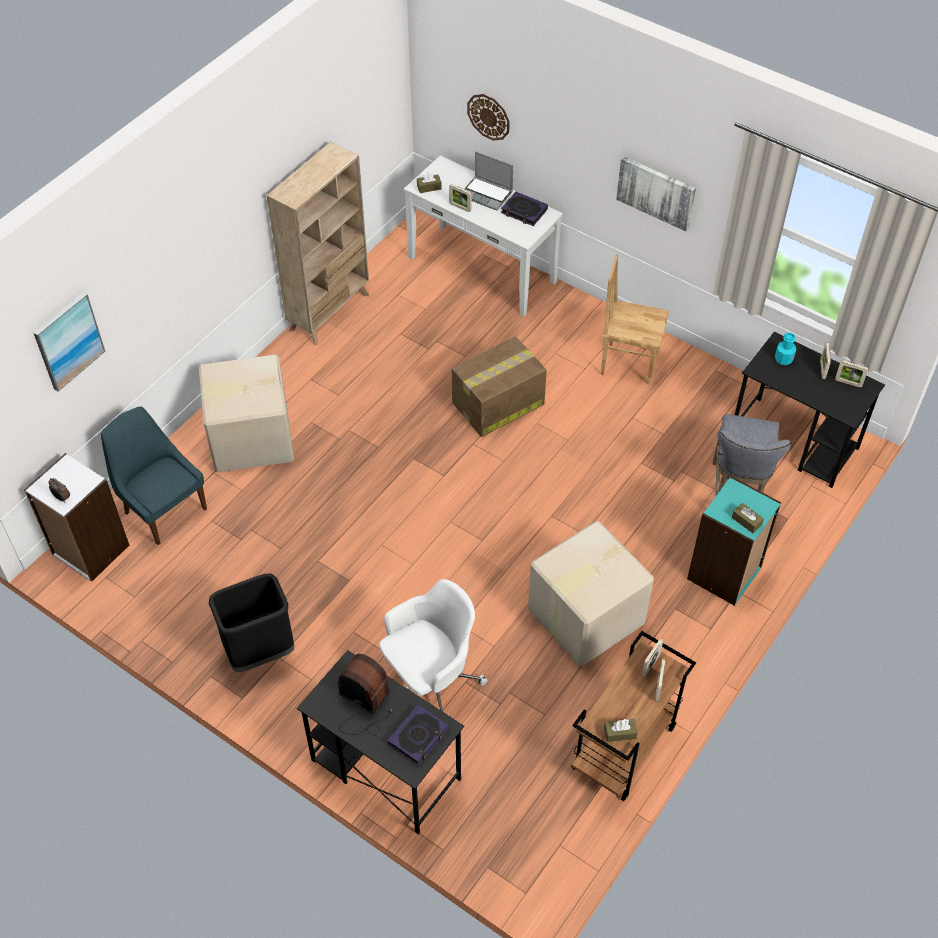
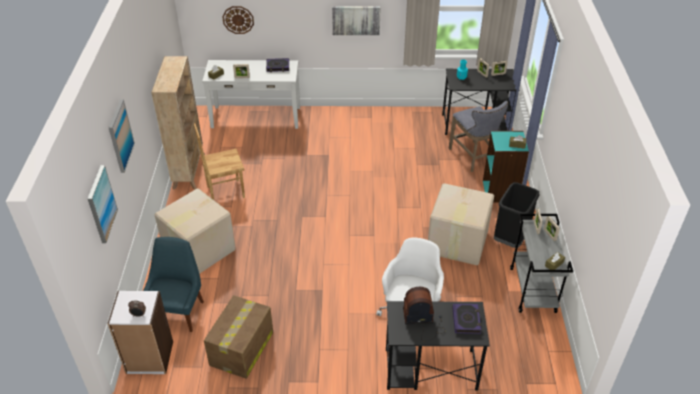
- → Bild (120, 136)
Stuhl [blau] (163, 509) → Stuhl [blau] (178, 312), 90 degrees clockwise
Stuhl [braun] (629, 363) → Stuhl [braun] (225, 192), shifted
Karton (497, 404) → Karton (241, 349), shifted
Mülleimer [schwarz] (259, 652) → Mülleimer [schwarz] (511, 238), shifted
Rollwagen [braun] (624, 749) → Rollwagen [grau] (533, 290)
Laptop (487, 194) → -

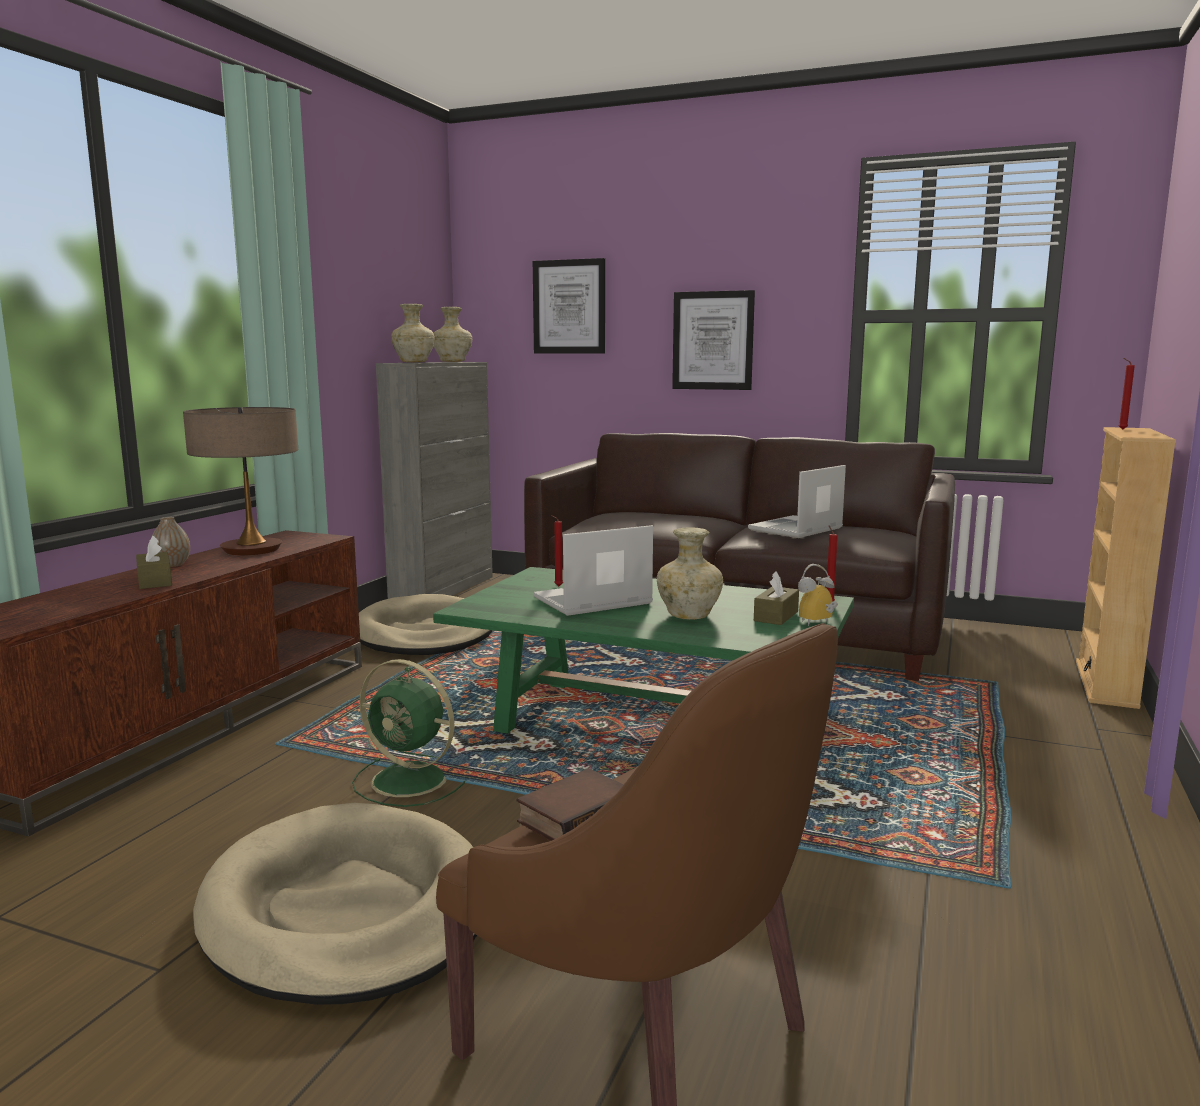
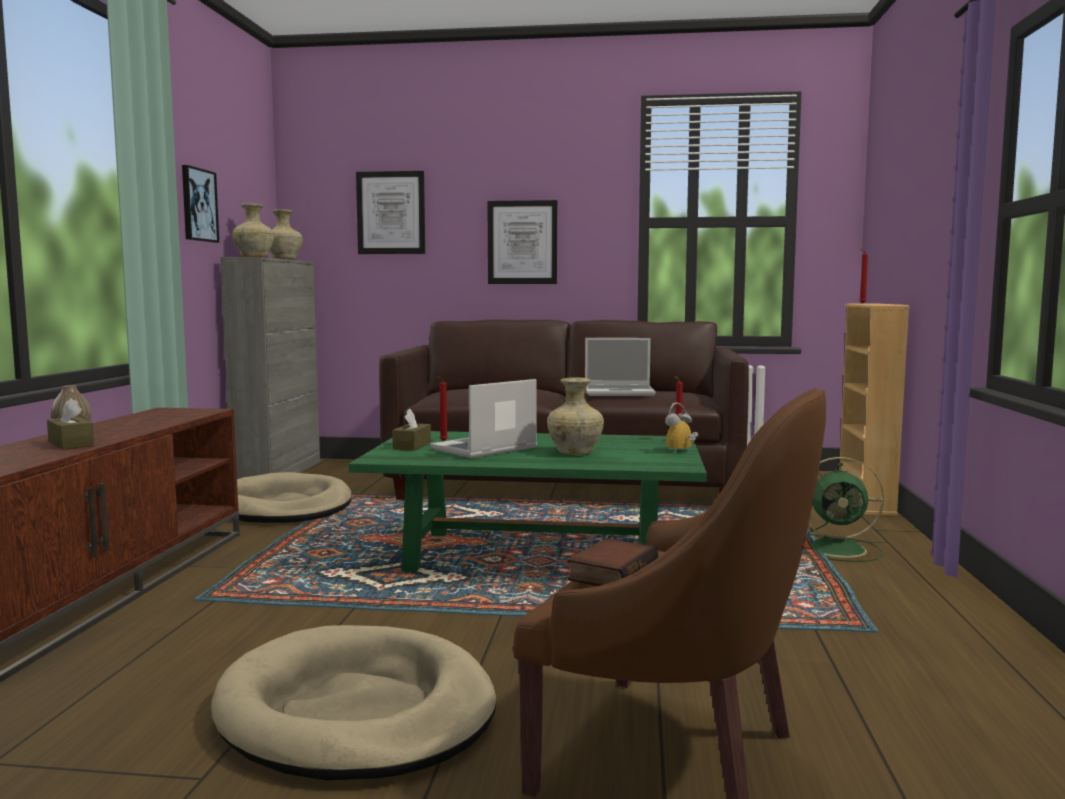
- → Bild (198, 205)
Taschentuchbox [braun] (776, 616) → Taschentuchbox [braun] (412, 446), shifted
Laptop (796, 529) → Laptop (620, 393), 120 degrees counterclockwise
Ventilator [grün] (412, 781) → Ventilator [grün] (840, 549), shifted
Tischlampe (251, 550) → -

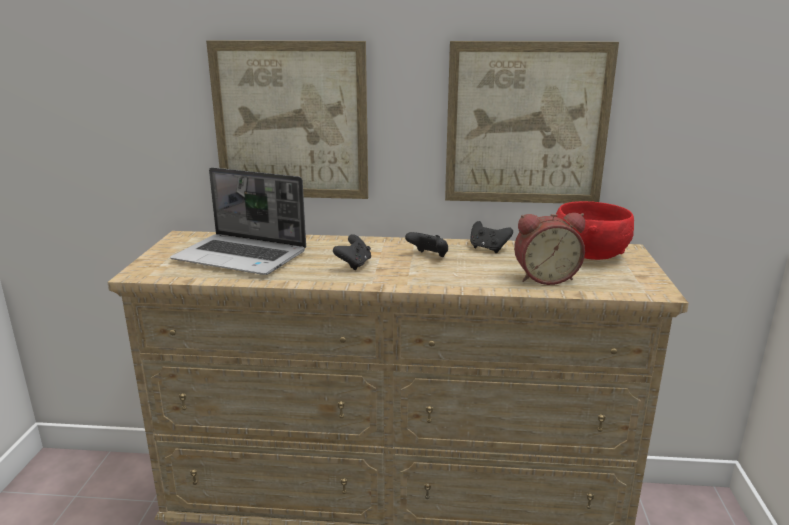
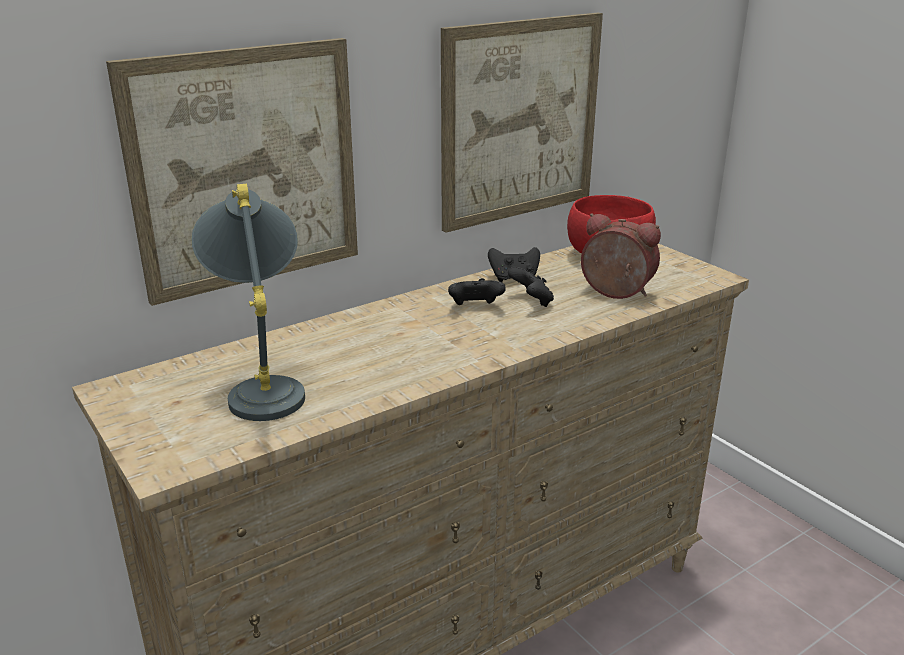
Laptop (242, 257) → Tischlampe [grau] (264, 386)
Gamepad [schwarz] (354, 265) → Gamepad [schwarz] (531, 302), shifted
Wecker (545, 277) → Wecker (615, 294), 105 degrees counterclockwise

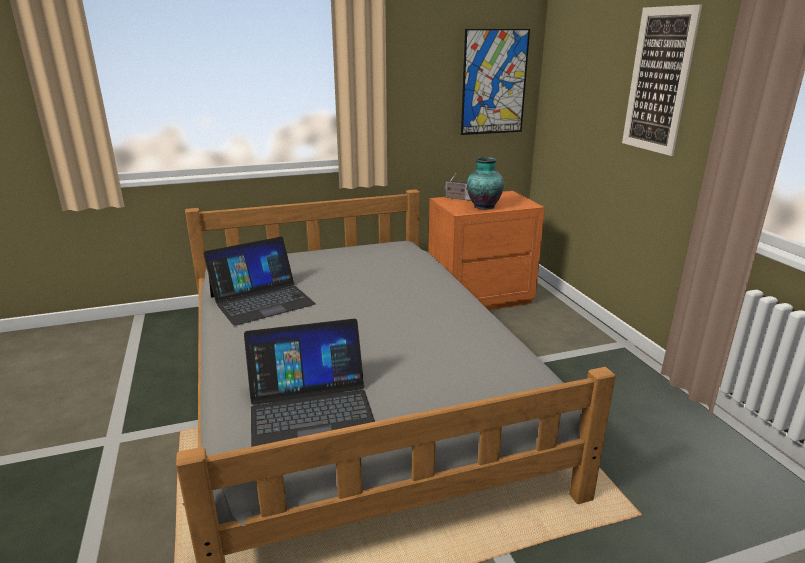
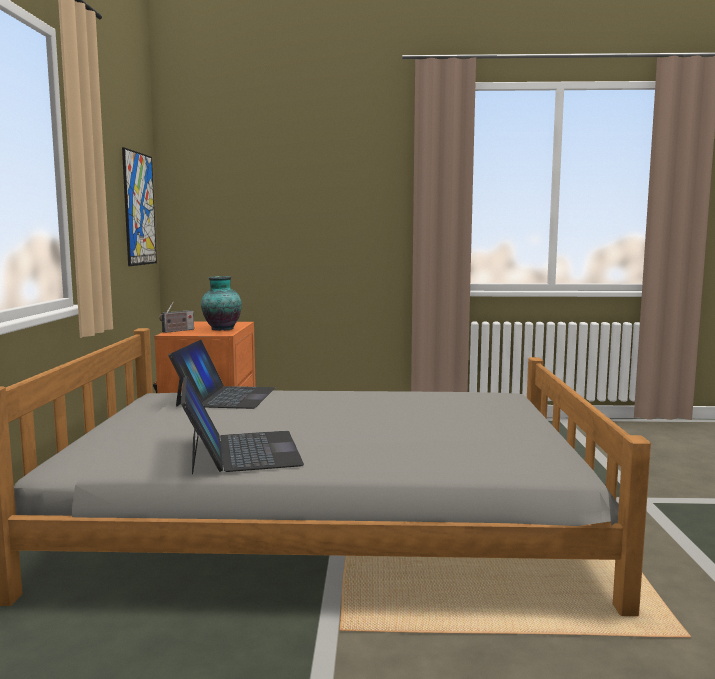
Laptop (311, 409) → Laptop (225, 397), shifted
Bild (658, 81) → -

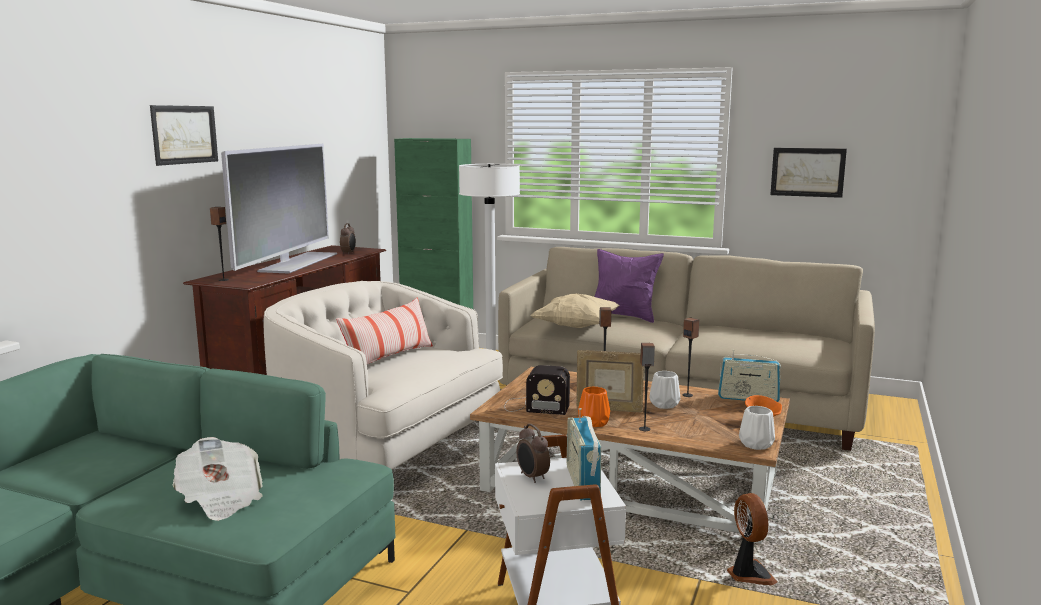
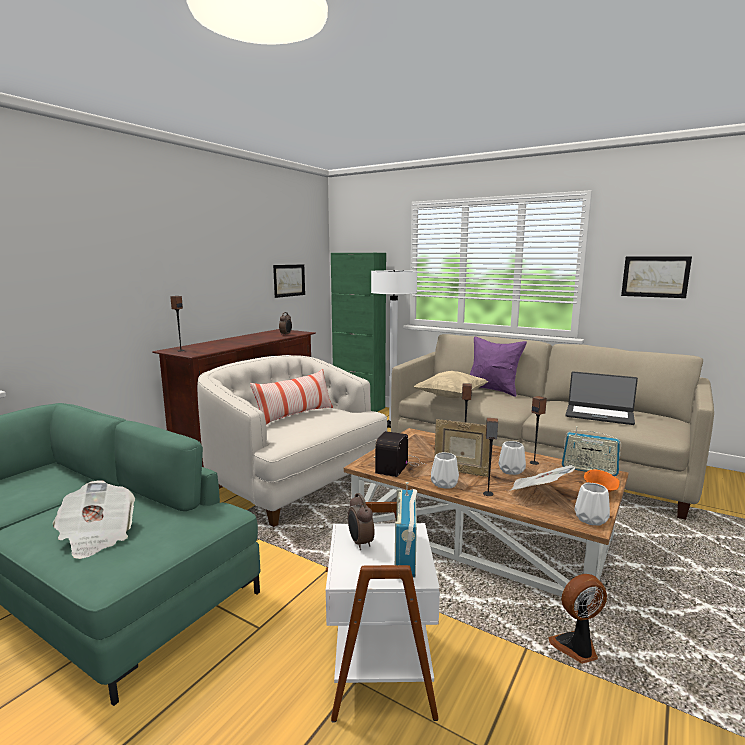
Bild (184, 134) → Bild (289, 280), shifted
Radio (534, 406) → Radio (398, 464), 90 degrees clockwise
Vase [orange] (594, 422) → Vase [weiß] (445, 484)
- → Zeitung (539, 493)
Ventilator (749, 574) → Ventilator (576, 648), 105 degrees counterclockwise
- → Laptop (599, 415)
Fernseher (297, 262) → -

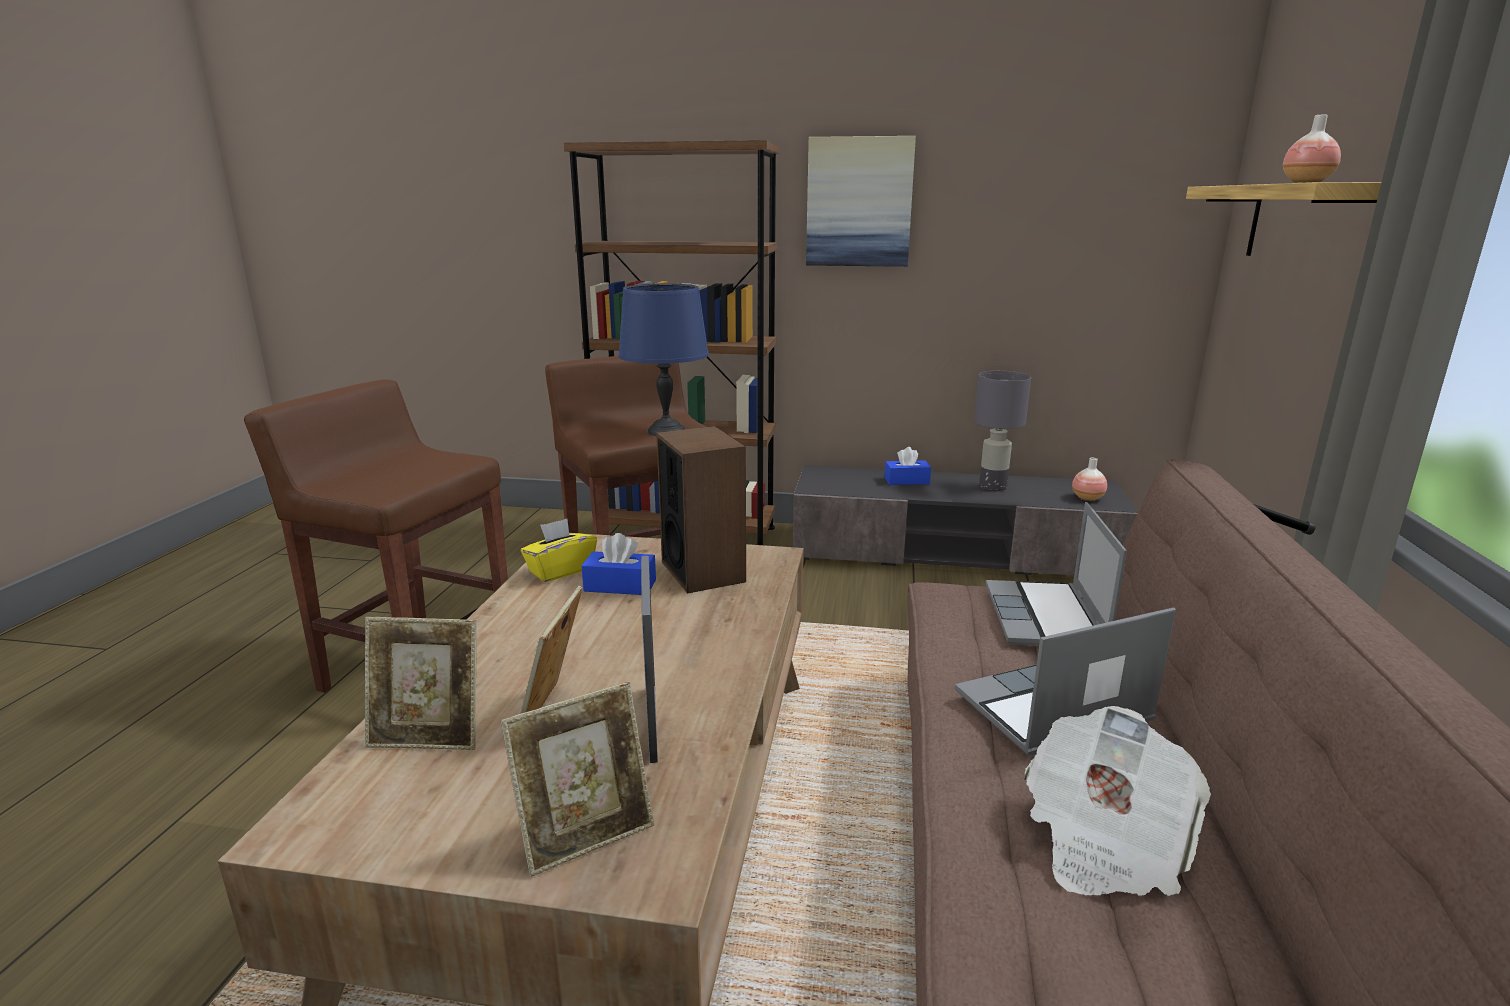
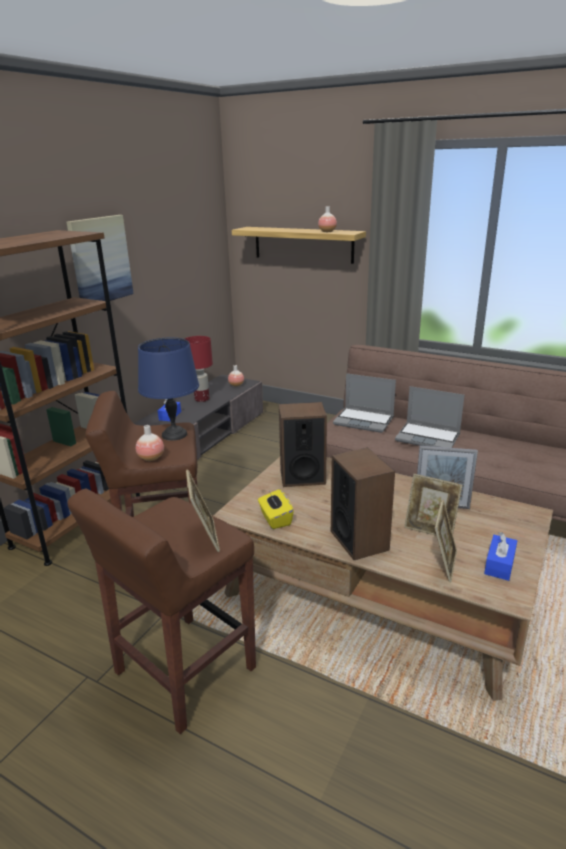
- → Vase (151, 458)
Tischlampe [grau] (992, 487) → Tischlampe [rot] (201, 399)
Bilderrahmen (586, 835) → Bilderrahmen (205, 536), shifted
- → Lautsprecher (359, 540)
Laptop (1052, 710) → Laptop (428, 437), 60 degrees counterclockwise
Taschentuchbox [blau] (620, 586) → Taschentuchbox [blau] (499, 564), shifted
Zeitung (1104, 839) → -

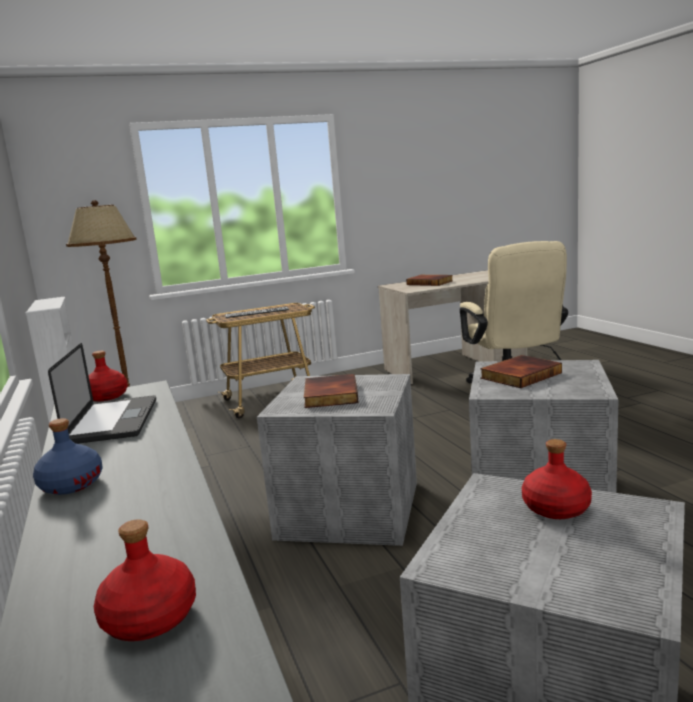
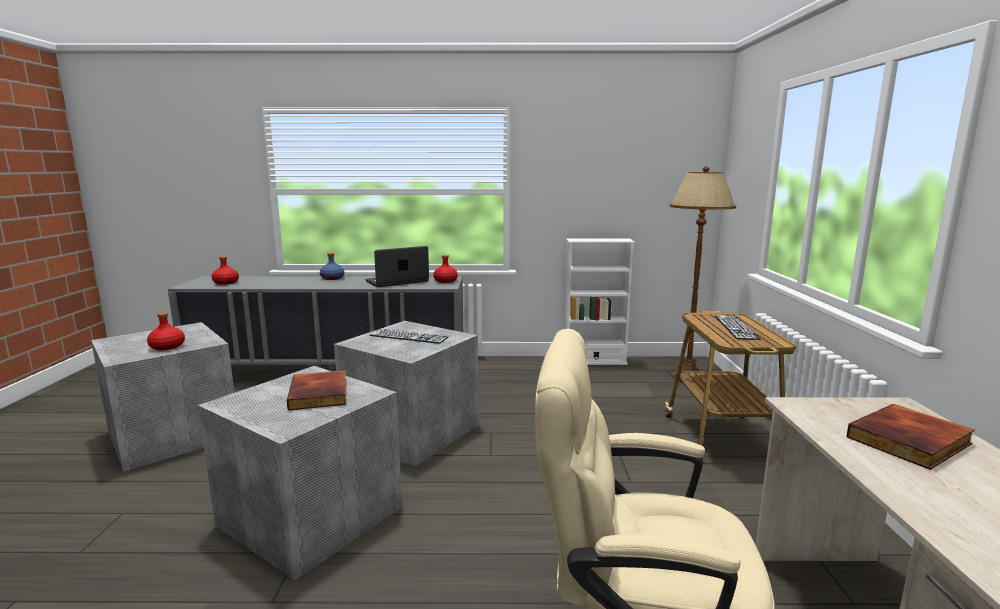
Laptop (113, 421) → Laptop (397, 281), 135 degrees clockwise
Buch (329, 395) → Tastatur (409, 336)

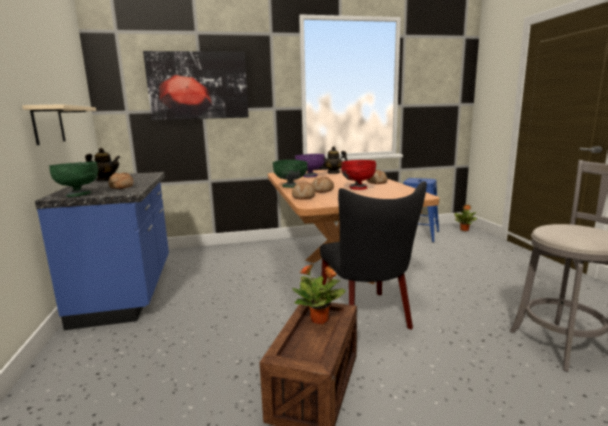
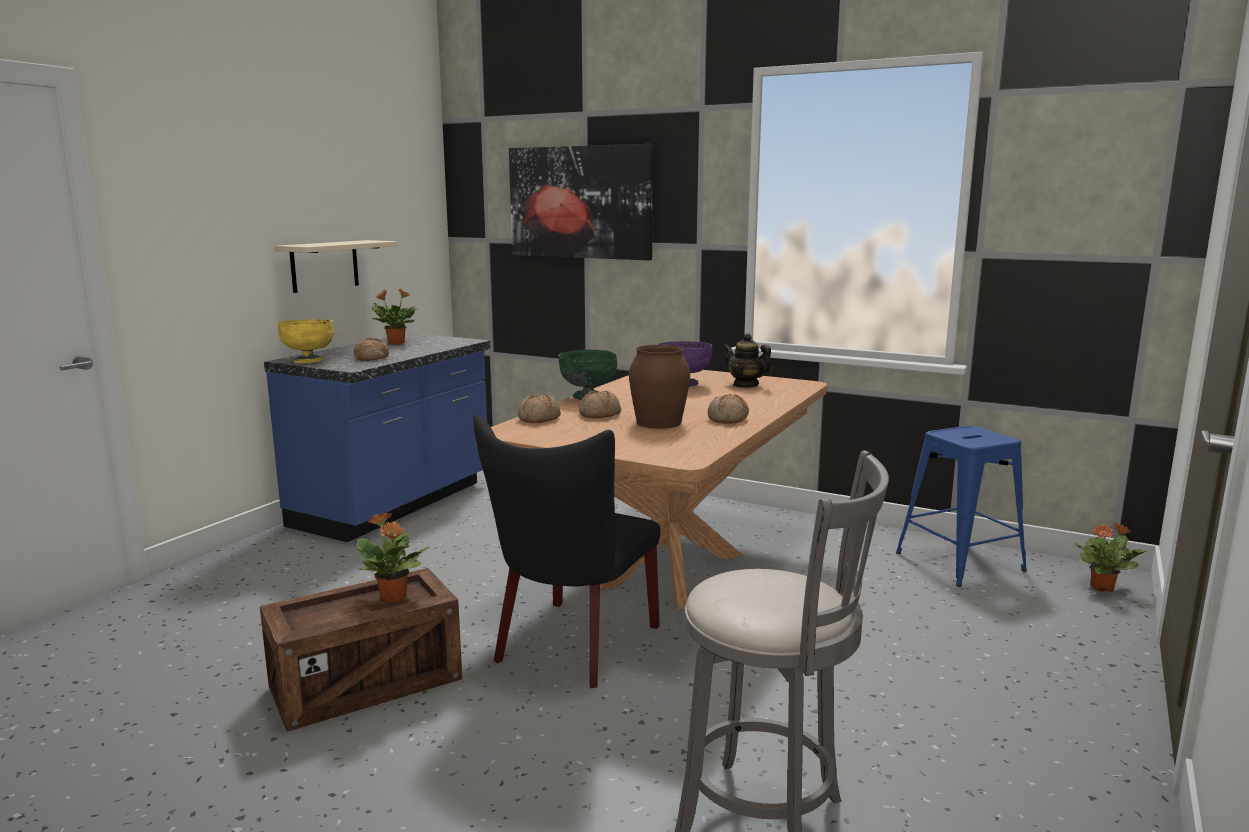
Schüssel [grün] (79, 195) → Schüssel [gelb] (309, 361)
Teekanne (105, 180) → Topfpflanze (395, 343)
Schüssel [rot] (358, 188) → Vase [braun] (659, 422)

